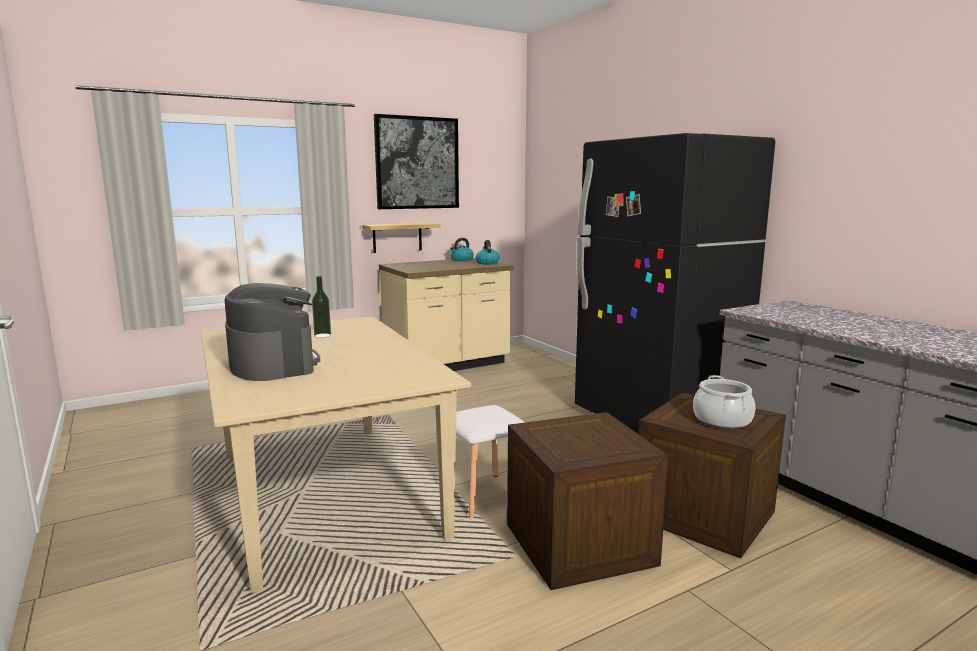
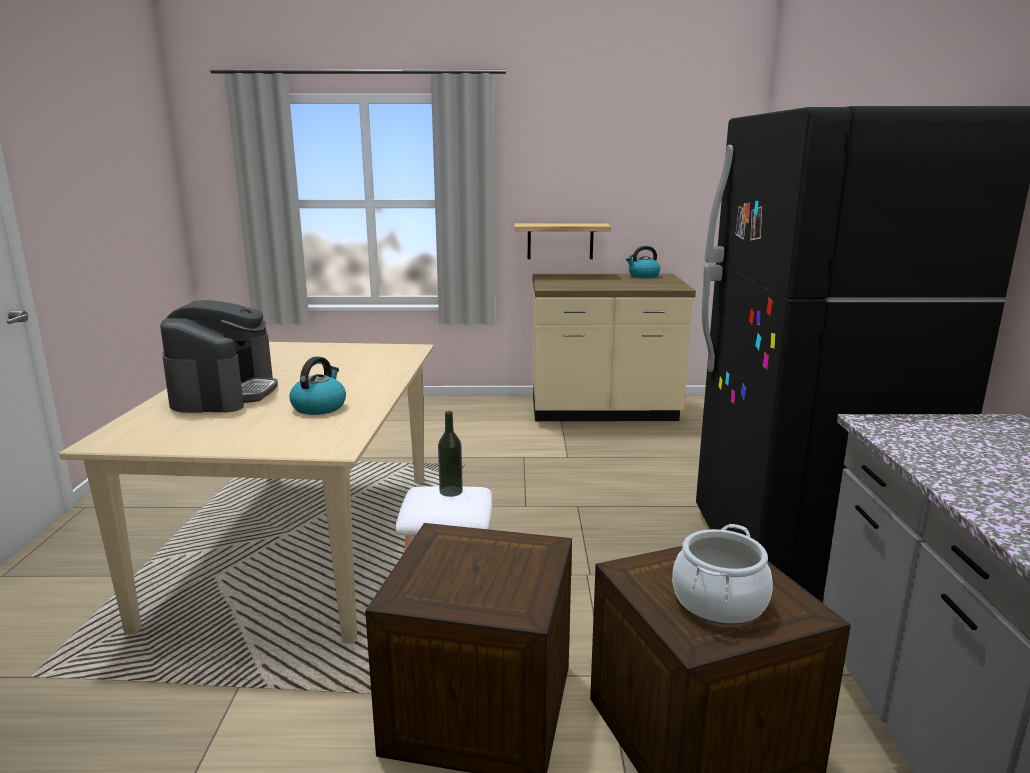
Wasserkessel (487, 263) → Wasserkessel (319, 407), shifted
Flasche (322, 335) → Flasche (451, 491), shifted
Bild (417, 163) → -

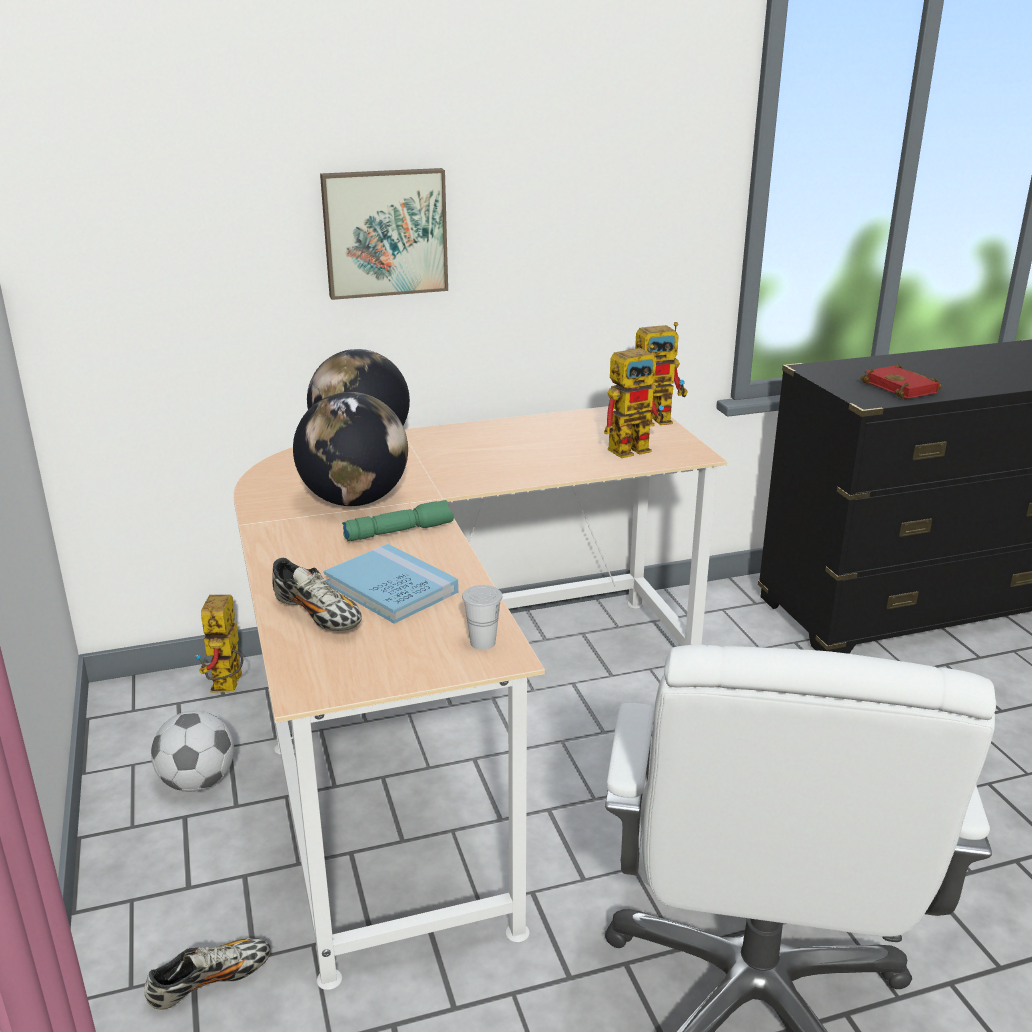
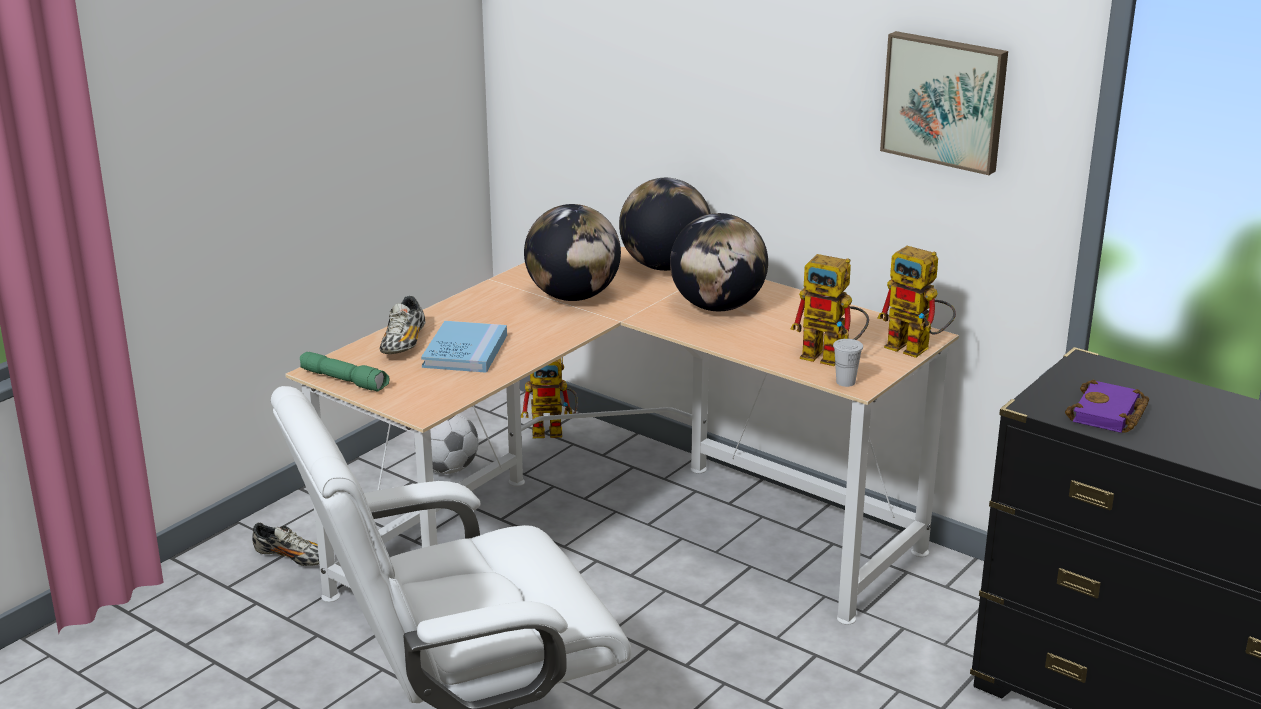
Taschenlampe [grün] (399, 531) → Taschenlampe [grün] (345, 380), shifted
Spielzeugroboter (228, 688) → Spielzeugroboter (554, 430), 150 degrees counterclockwise
- → Globus (717, 307)
Tasse [weiß] (483, 643) → Tasse [weiß] (845, 382), shifted
Bild (384, 232) → Bild (945, 100), shifted
Buch [rot] (903, 388) → Buch [lila] (1109, 415)

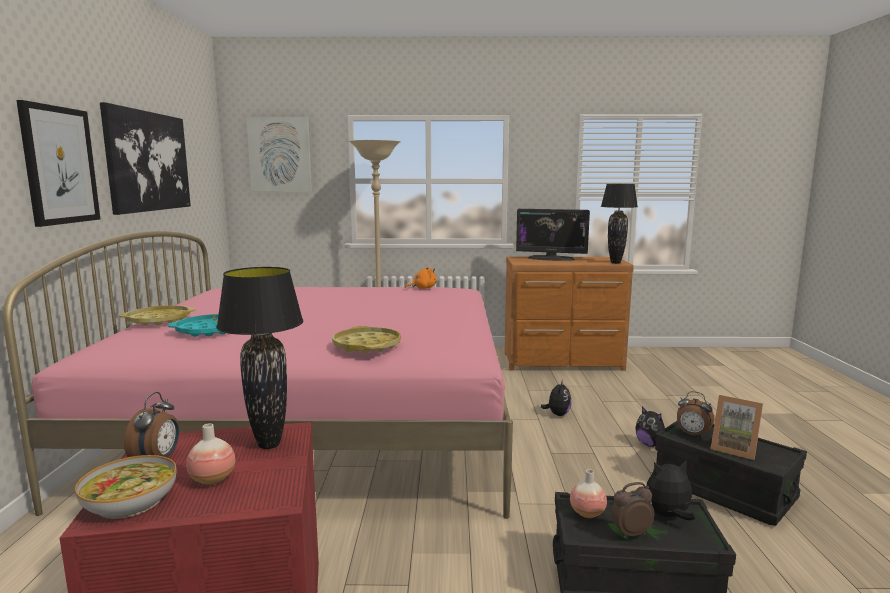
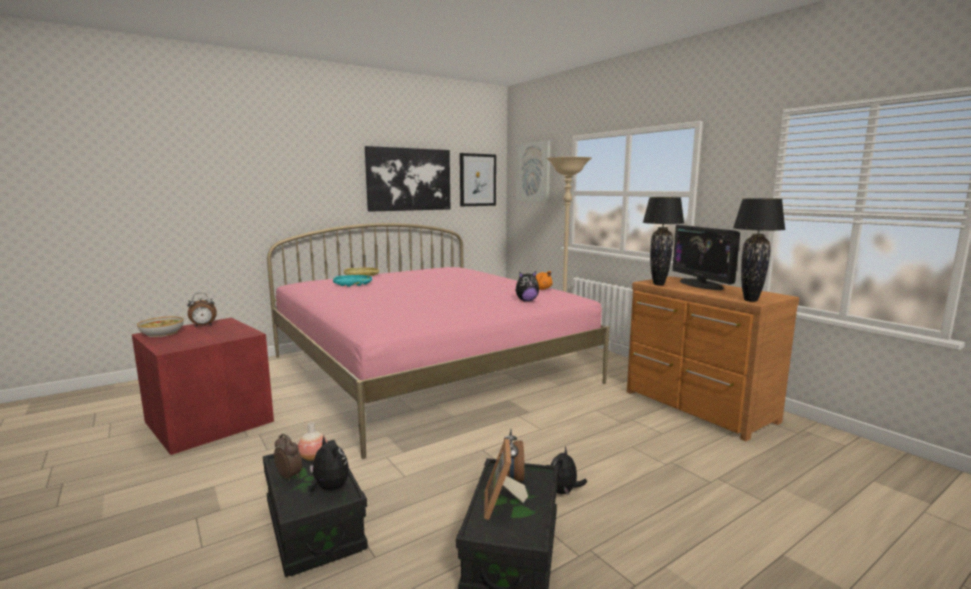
Bild (59, 165) → Bild (477, 180), shifted
Plüschtier (557, 414) → Plüschtier (526, 301), shifted
Tischlampe [schwarz] (269, 445) → Tischlampe [schwarz] (658, 284), shifted
Vase (212, 479) → -
Tablett [gelb] (367, 345) → -

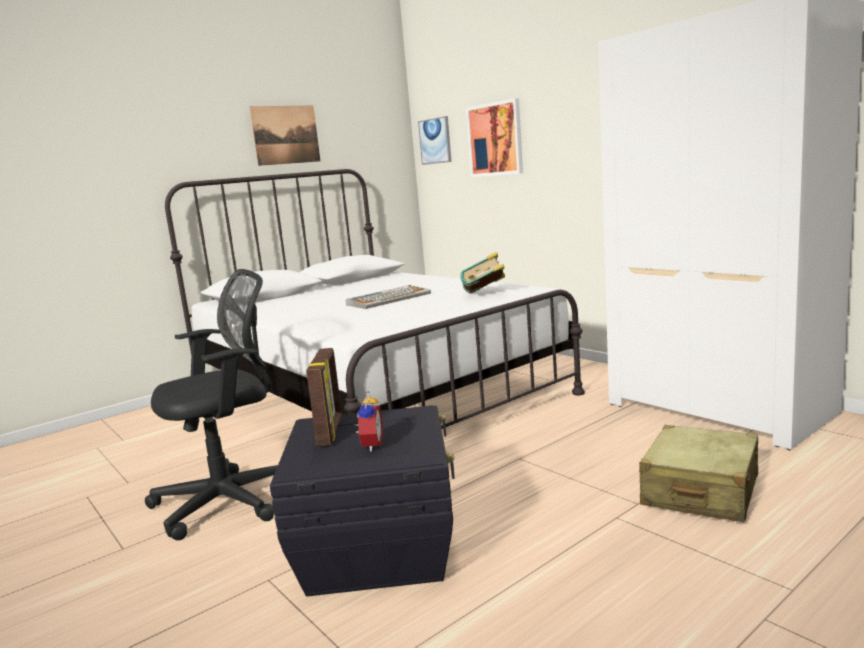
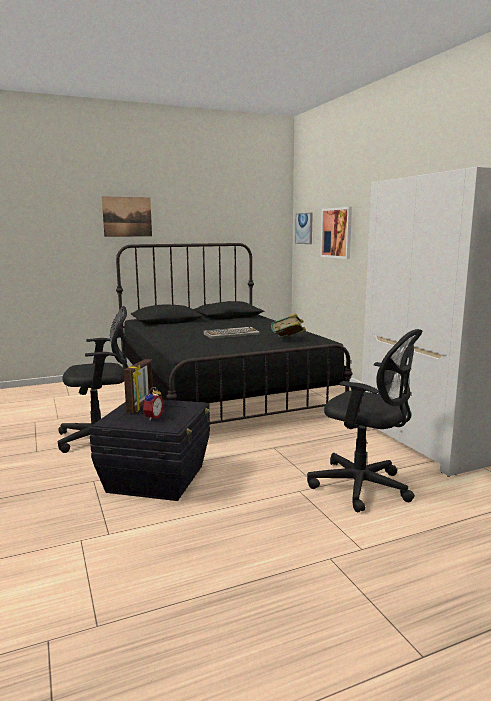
Bild (286, 135) → Bild (127, 217), shifted
Bett [weiß] (375, 394) → Bett [schwarz] (221, 394)
Koffer [beige] (700, 491) → Bürostuhl [schwarz] (364, 488)

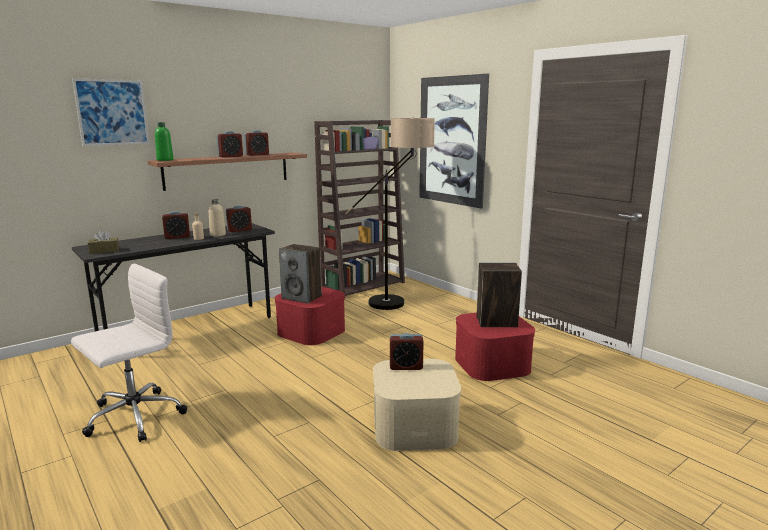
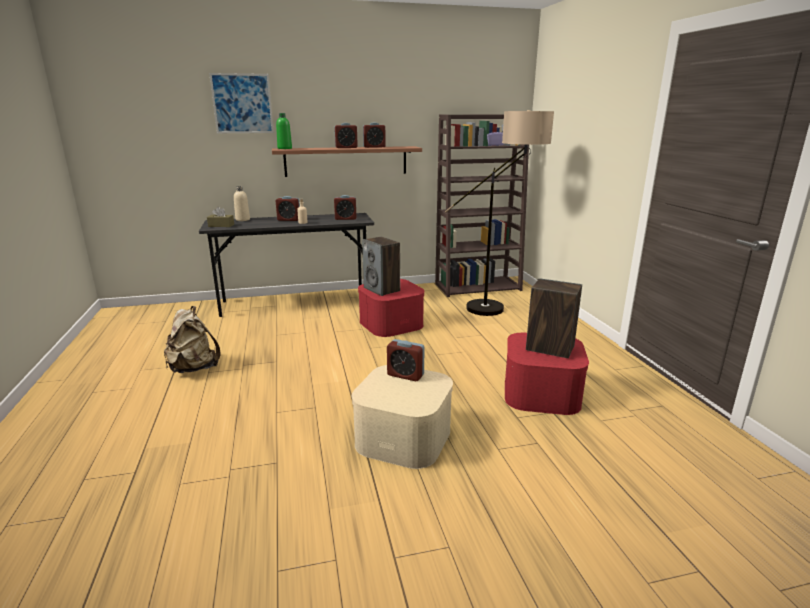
Bürostuhl [weiß] (133, 417) → Rucksack [beige] (194, 368)
Flasche [beige] (218, 234) → Flasche [beige] (242, 219), shifted
Bild (451, 141) → -

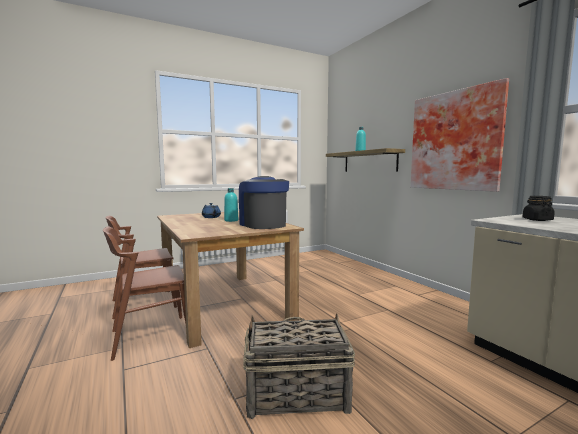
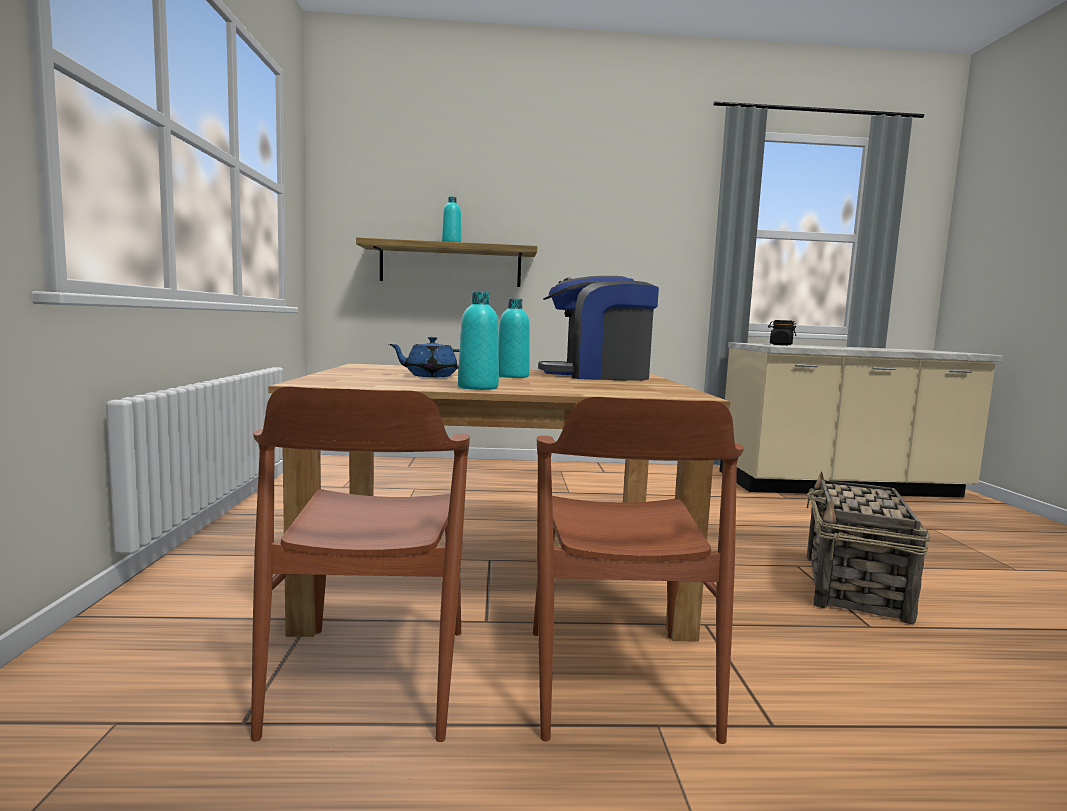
- → Flasche [türkis] (478, 387)
Bild (456, 141) → -

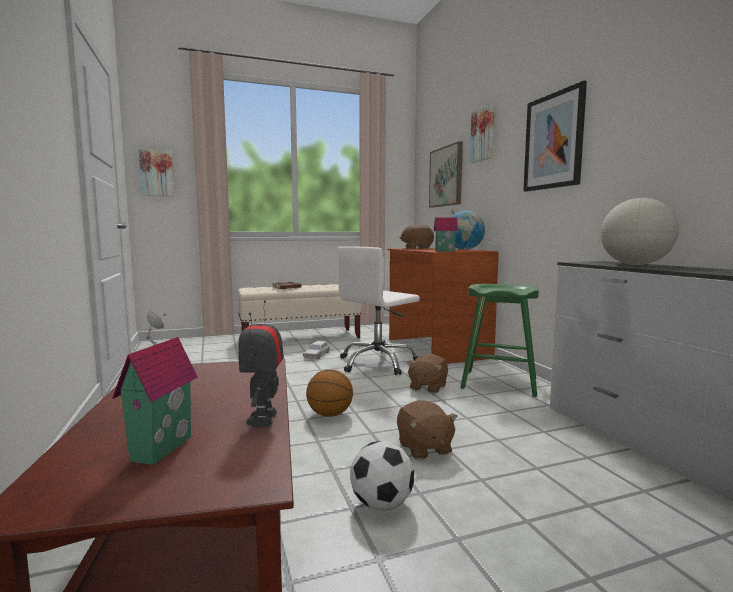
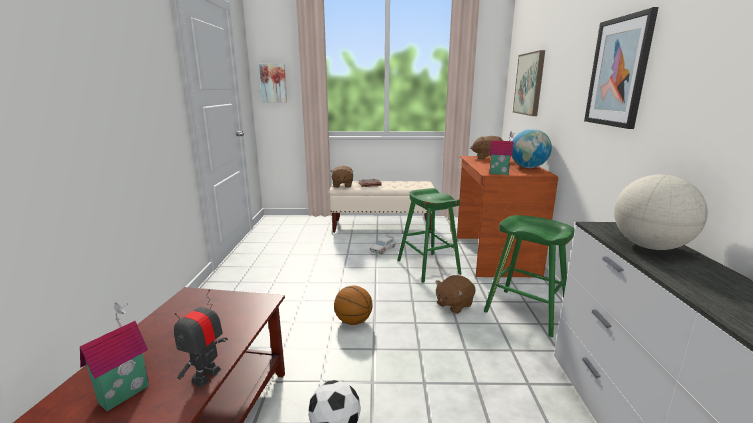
Plüschtier [braun] (424, 448) → Plüschtier [braun] (342, 185), shifted
Bürostuhl [weiß] (378, 363) → Hocker [grün] (428, 267)
Bild (483, 134) → -

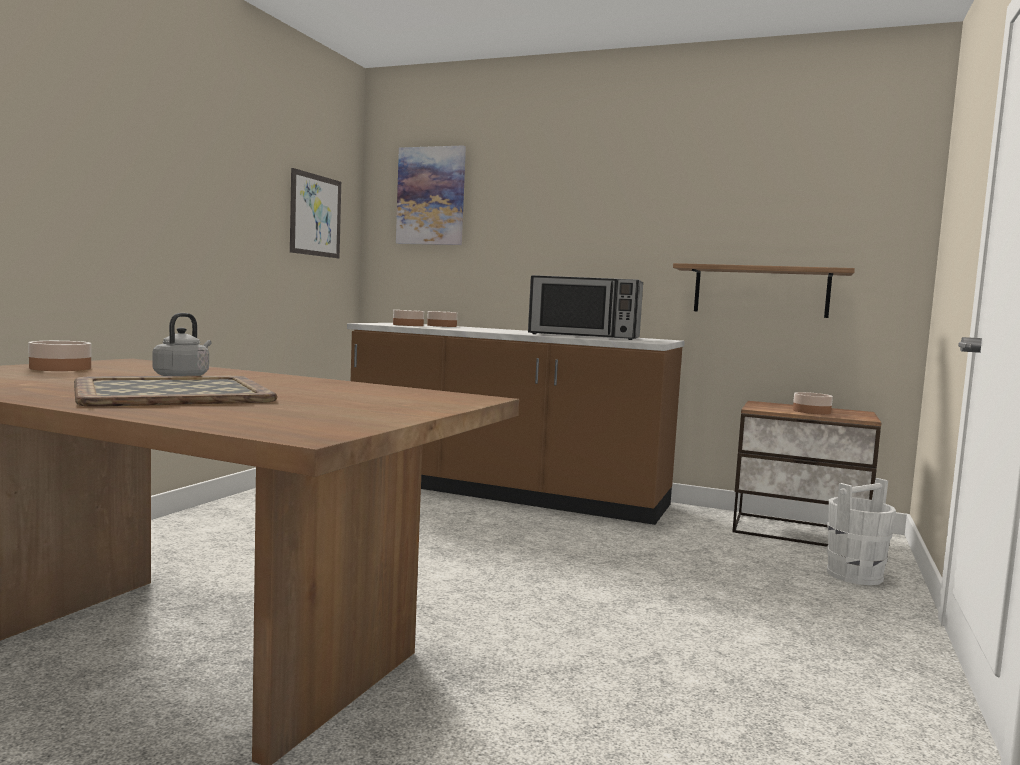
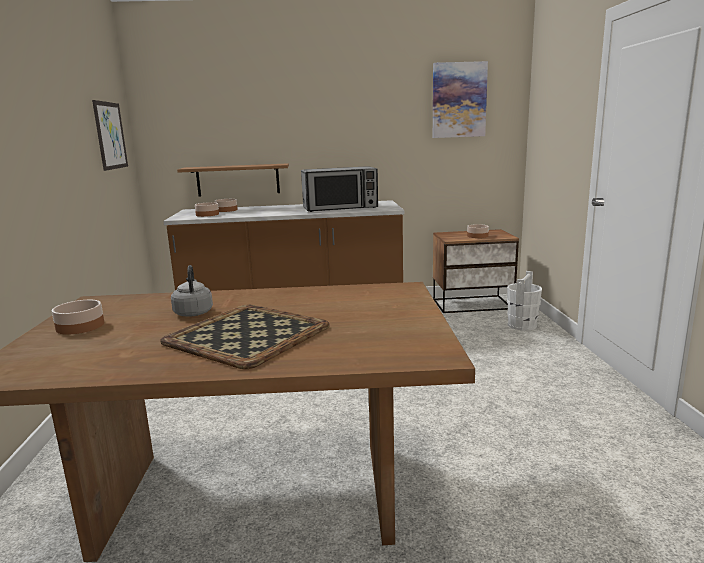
Wandregal (760, 291) → Wandregal (238, 180), shifted
Bild (431, 196) → Bild (459, 100), shifted

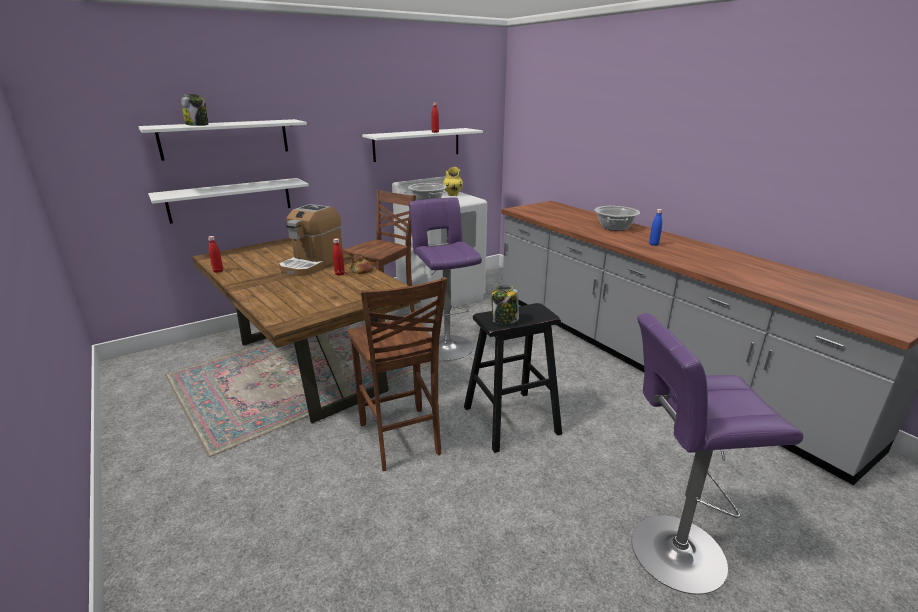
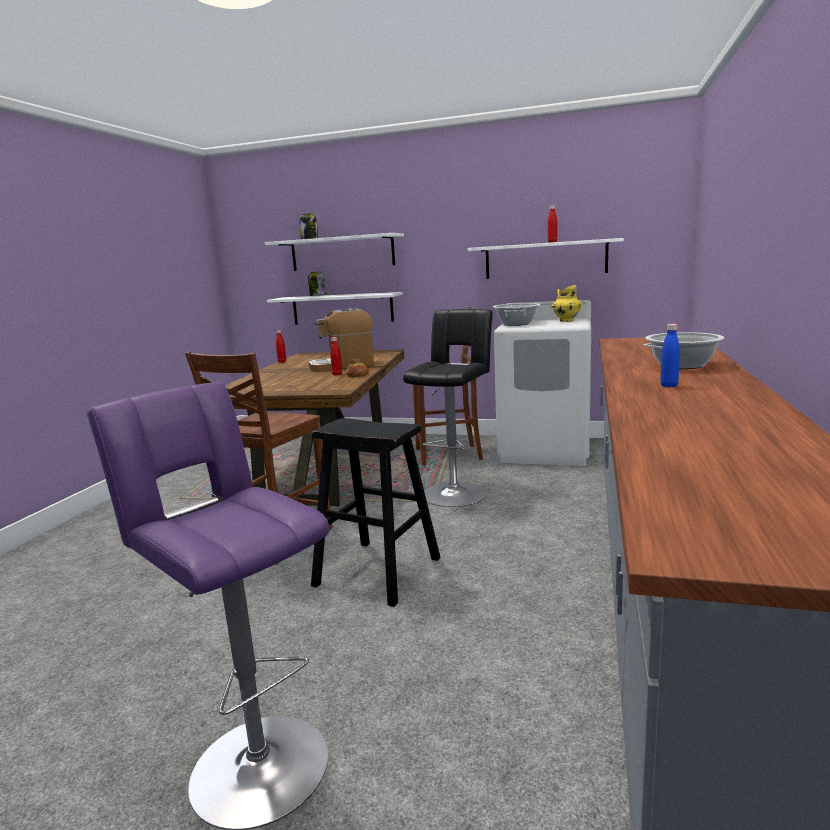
Vorratsglas (504, 320) → Vorratsglas (317, 296), shifted
Hocker [lila] (445, 345) → Hocker [schwarz] (455, 492)

